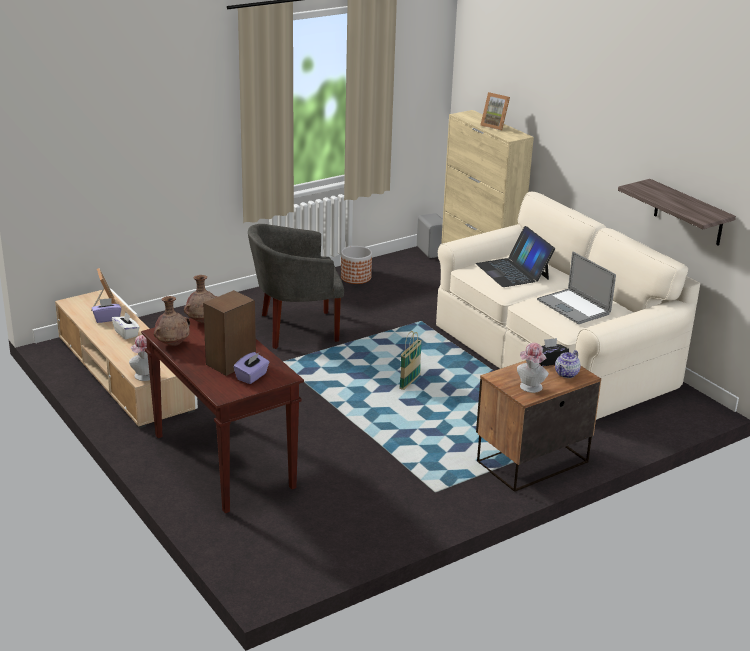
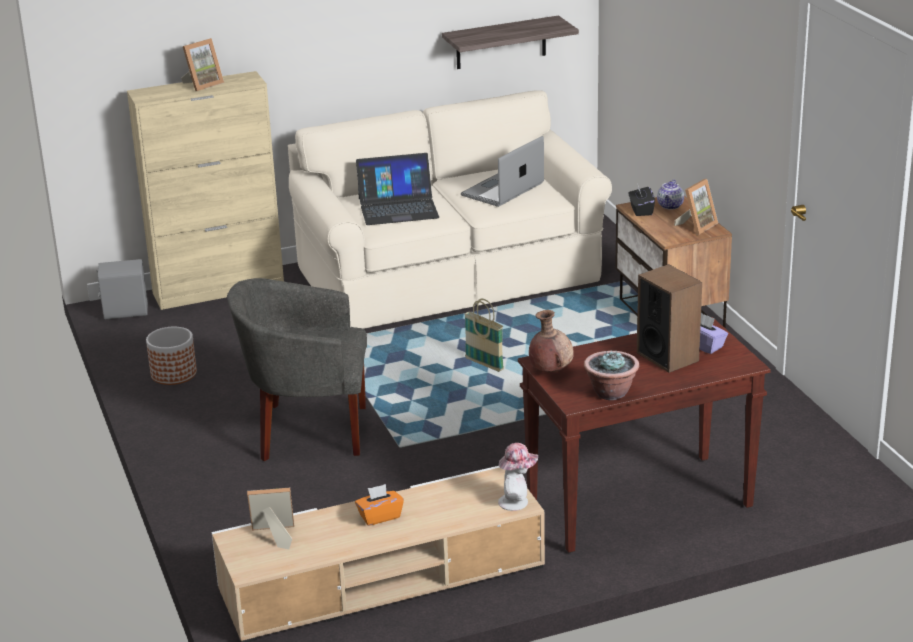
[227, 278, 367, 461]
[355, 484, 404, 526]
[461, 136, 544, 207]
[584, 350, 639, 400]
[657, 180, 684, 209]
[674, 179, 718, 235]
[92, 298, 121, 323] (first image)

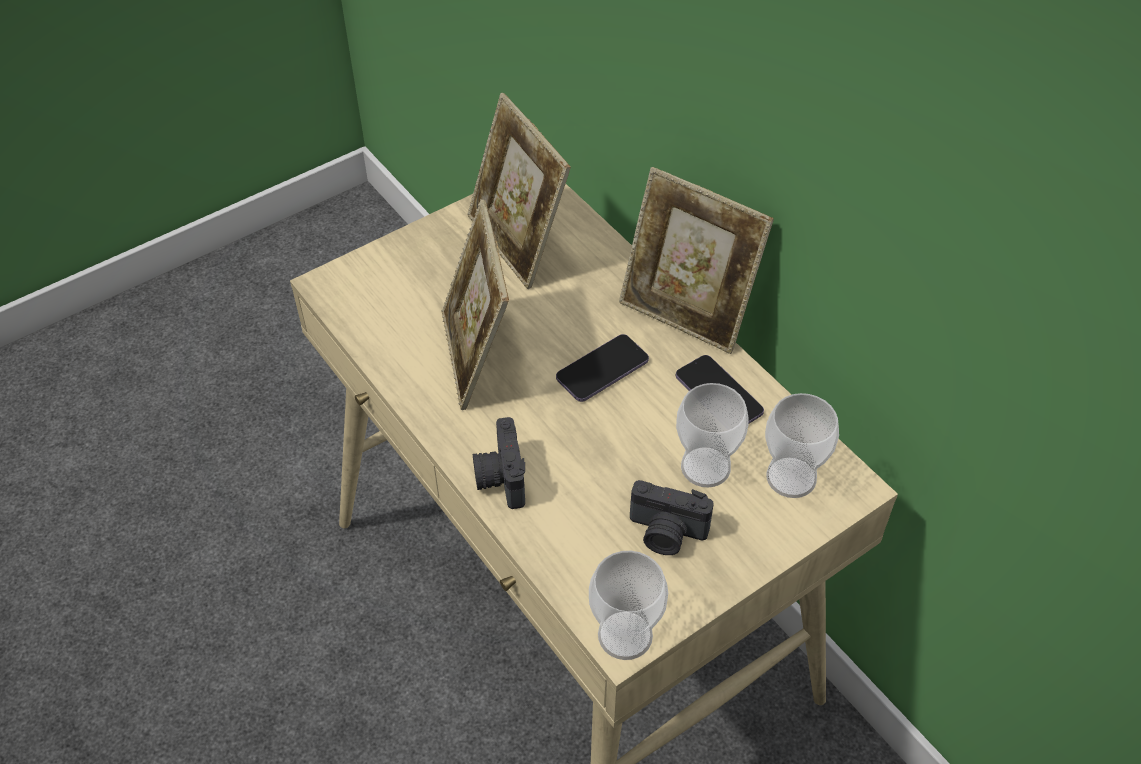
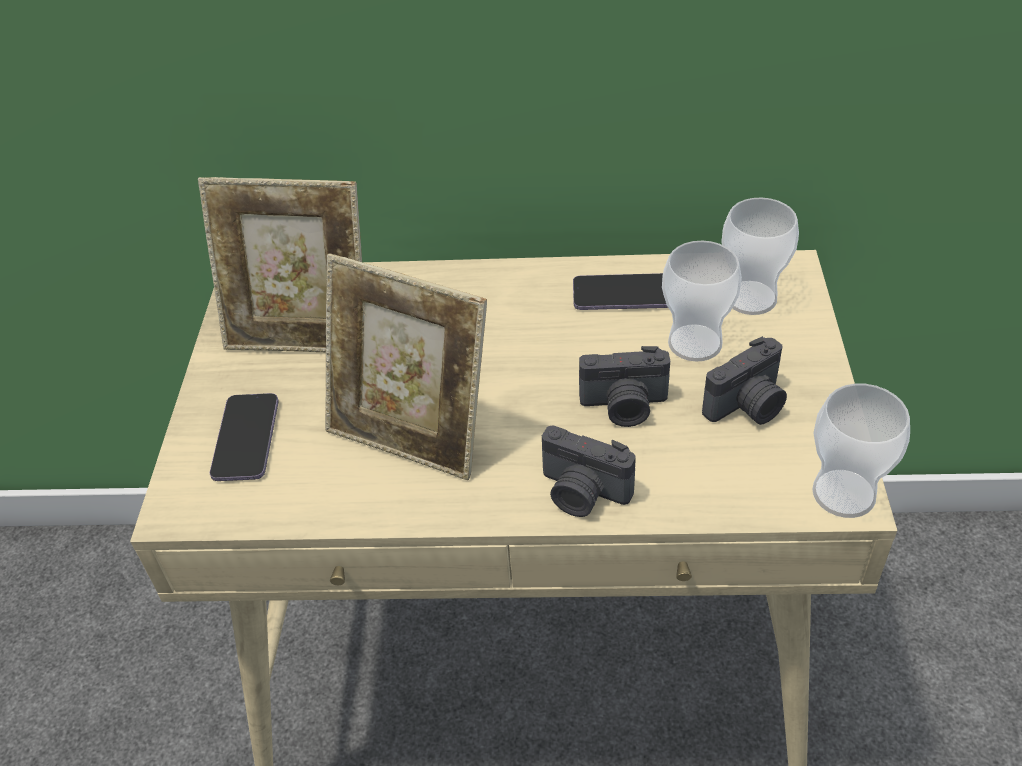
[210, 393, 279, 481]
[579, 346, 670, 427]
[619, 167, 774, 354] (first image)

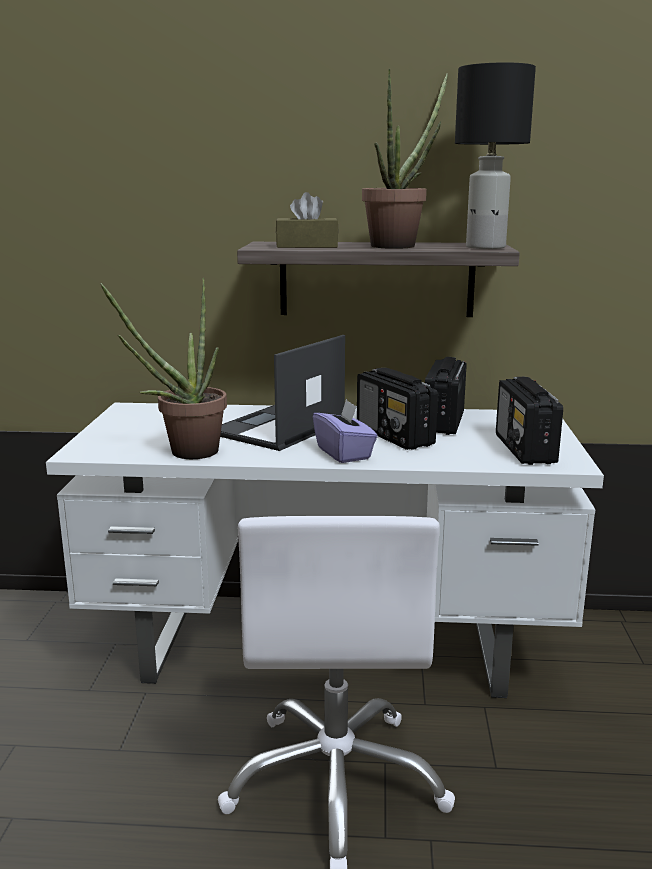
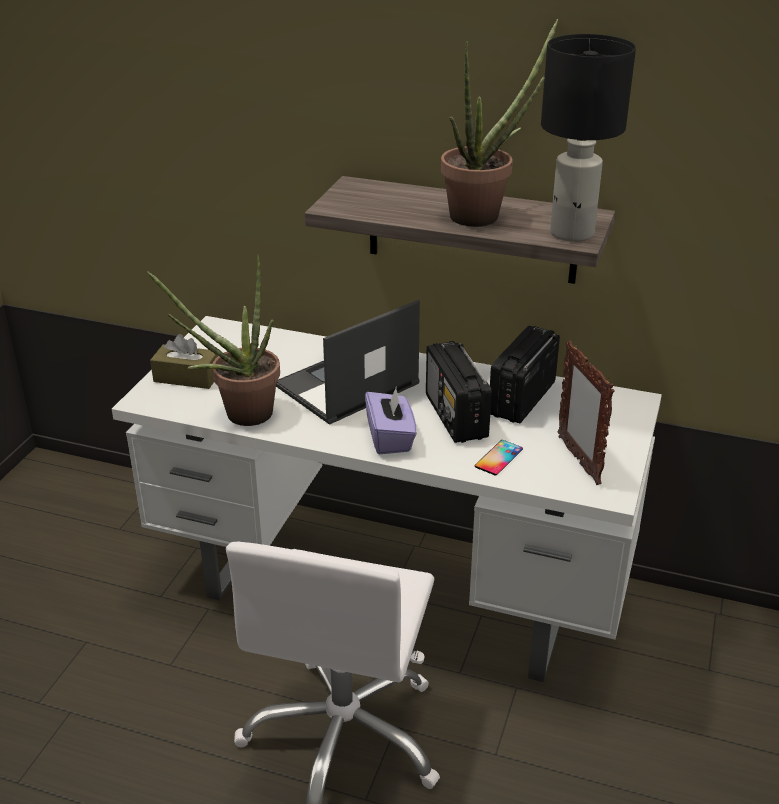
[150, 334, 219, 389]
[475, 440, 523, 475]
[557, 341, 615, 485]

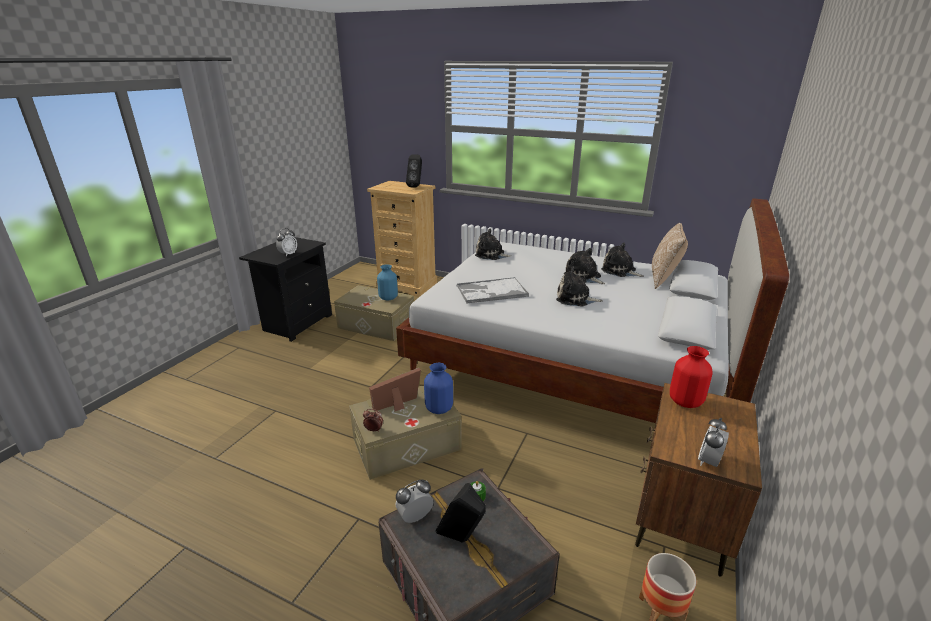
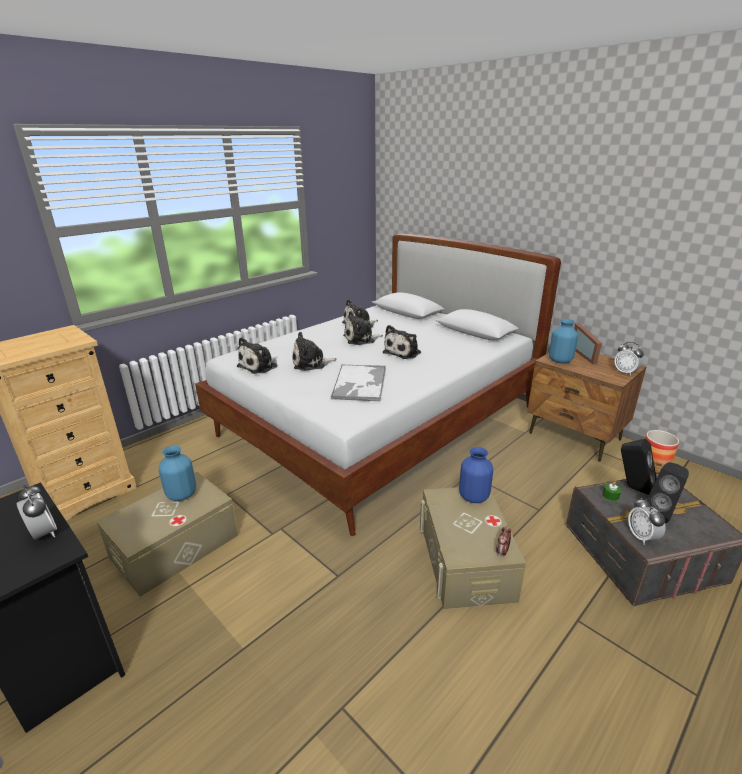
[292, 332, 337, 371]
[549, 319, 578, 363]
[574, 323, 602, 364]
[621, 439, 657, 495]
[652, 223, 688, 289] (first image)

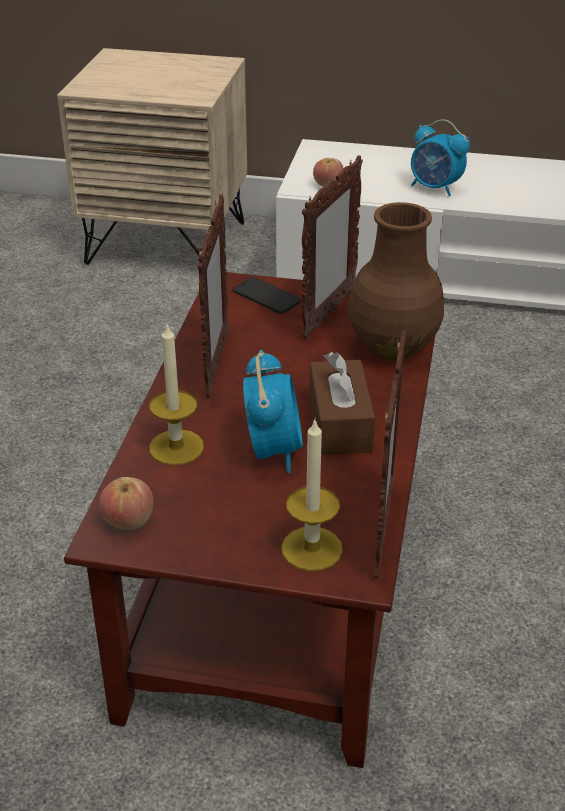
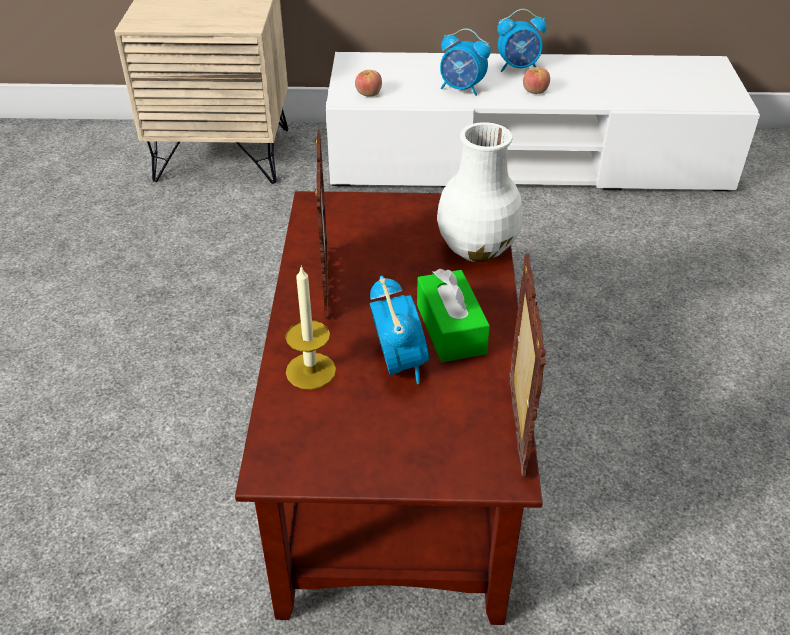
[417, 269, 490, 362]
[437, 122, 523, 262]
[497, 9, 547, 72]
[523, 67, 550, 94]
[233, 277, 301, 314] (first image)
[281, 418, 343, 571] (first image)
[302, 155, 363, 339] (first image)

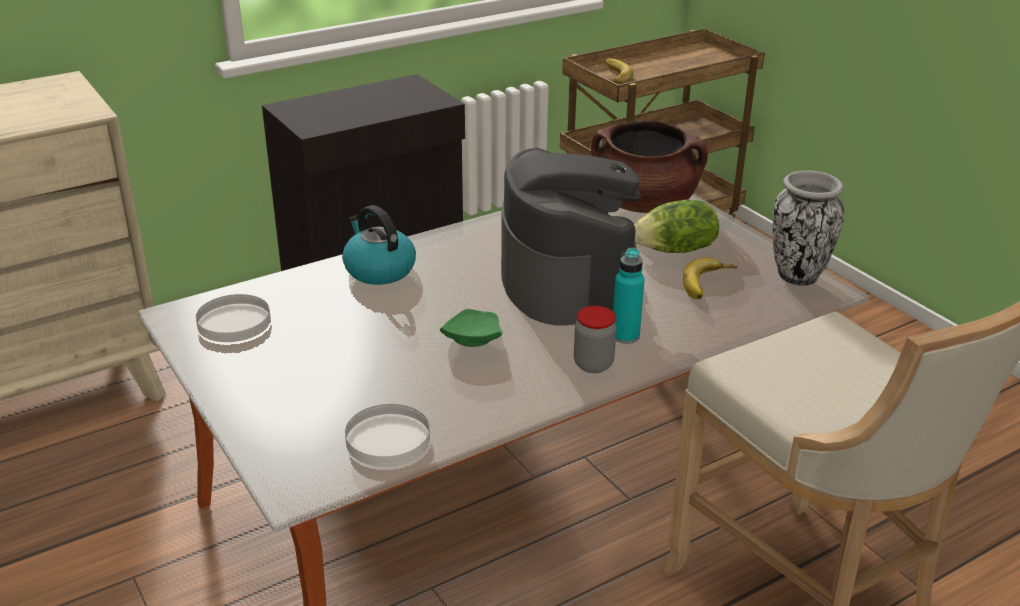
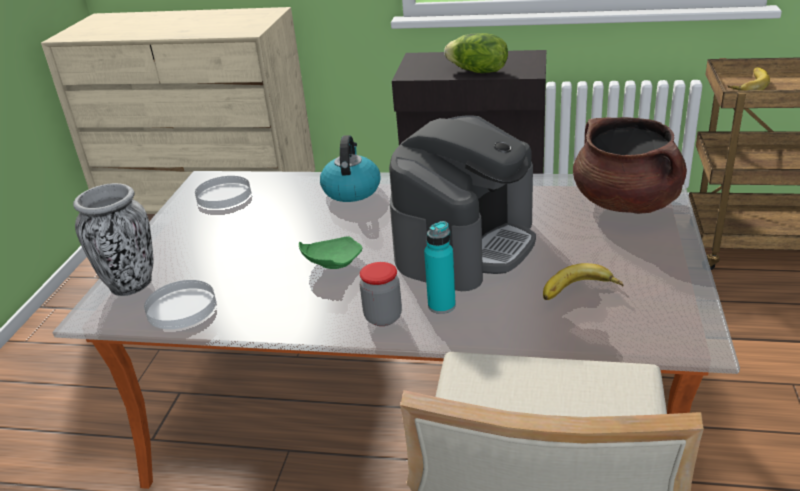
[73, 183, 153, 296]
[444, 33, 508, 73]

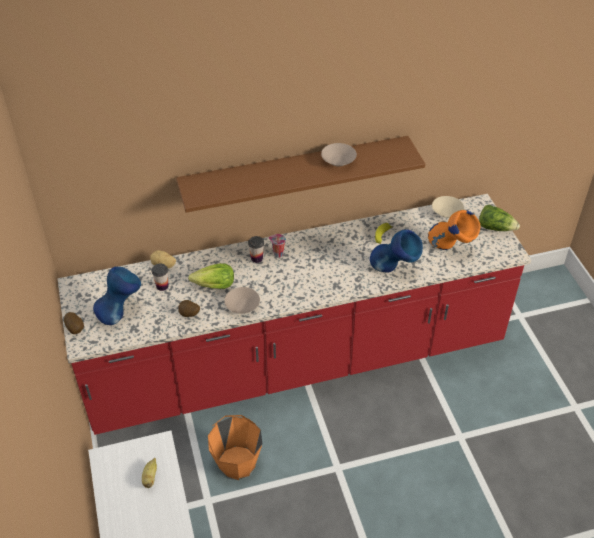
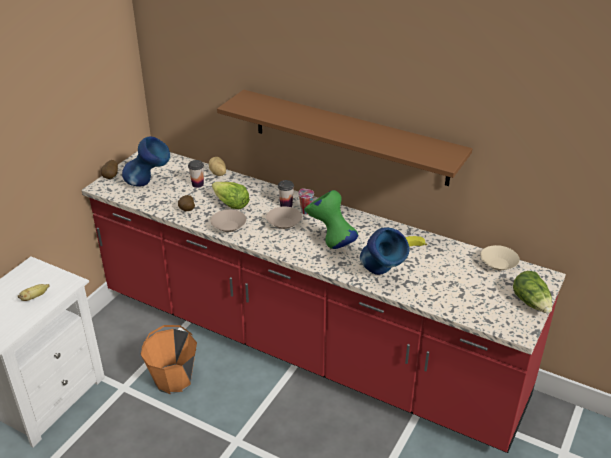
[266, 207, 302, 229]
[304, 190, 358, 249]
[428, 210, 480, 250] (first image)

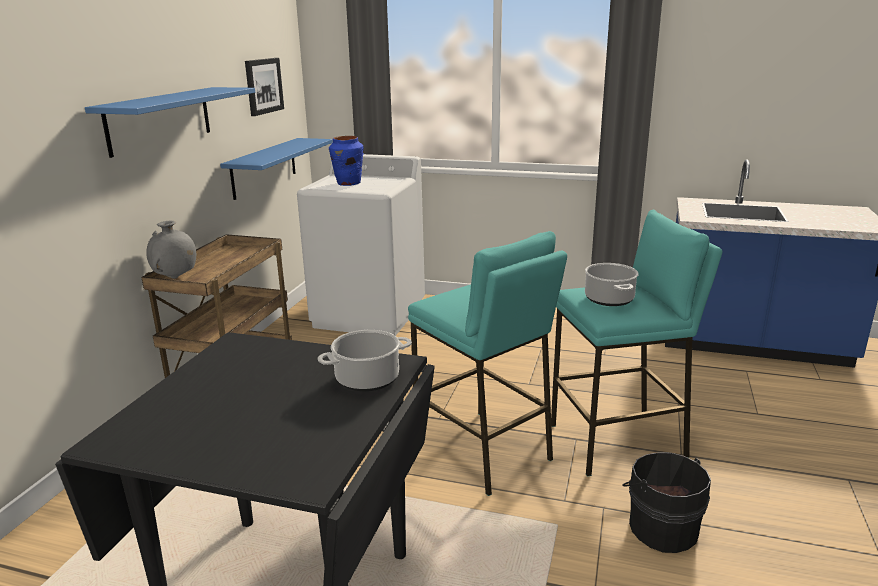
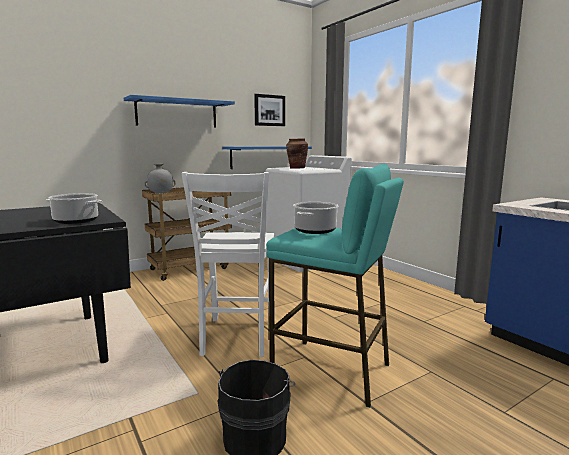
[182, 172, 275, 357]
[286, 138, 308, 169]

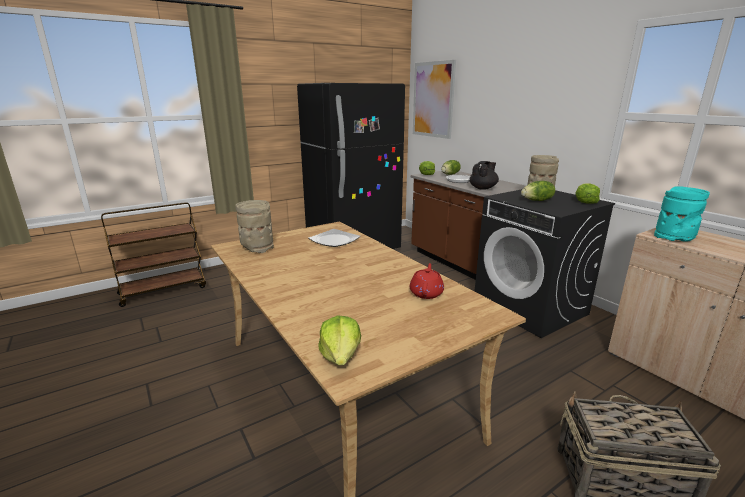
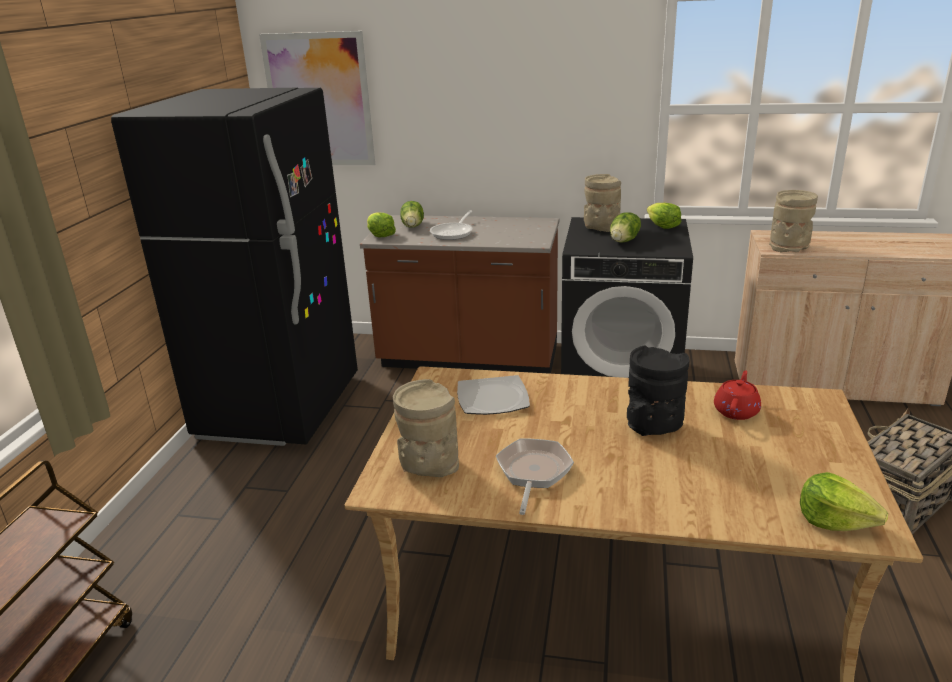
[496, 438, 574, 515]
[627, 345, 690, 436]
[714, 371, 761, 420]
[769, 190, 818, 253]
[469, 161, 499, 190] (first image)

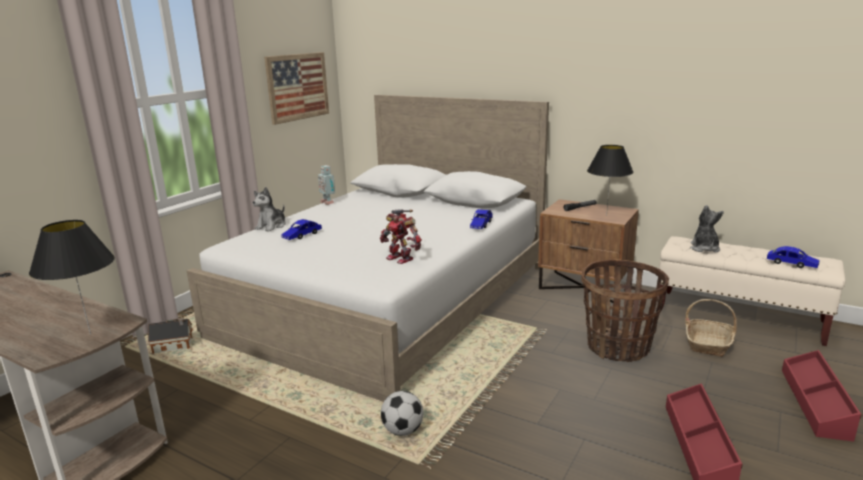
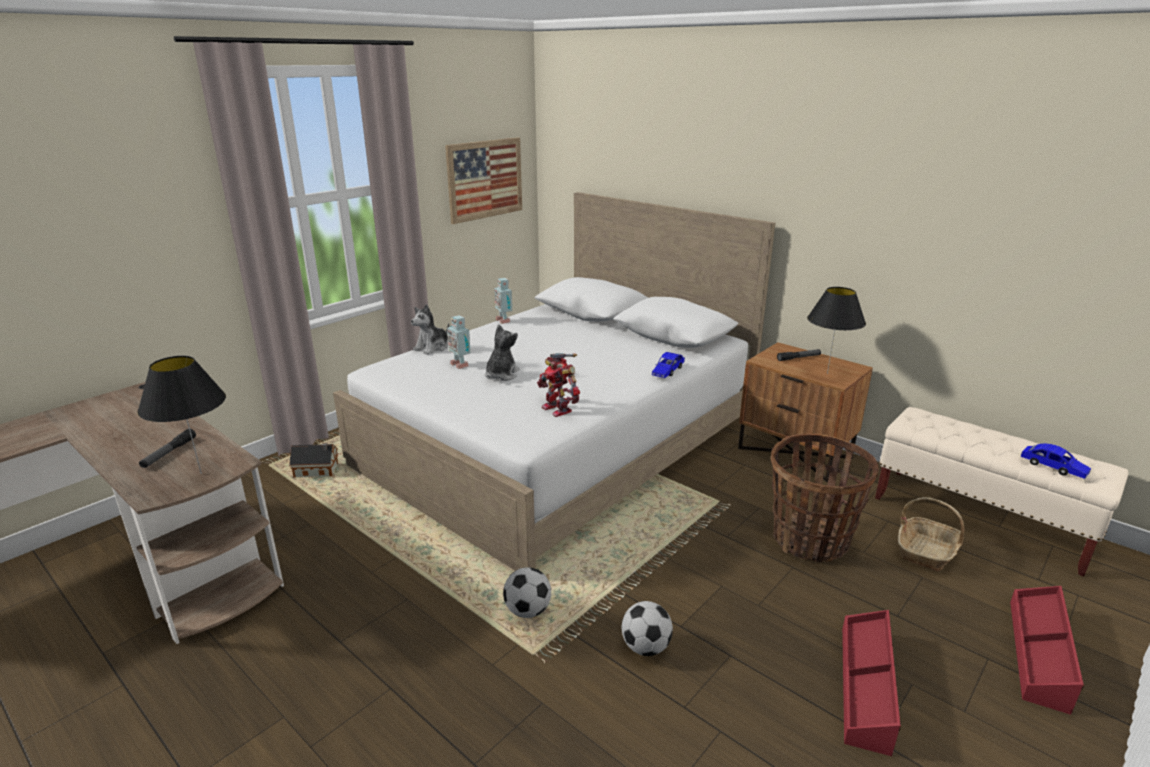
[139, 429, 196, 468]
[447, 315, 471, 369]
[485, 324, 519, 381]
[622, 601, 673, 656]

